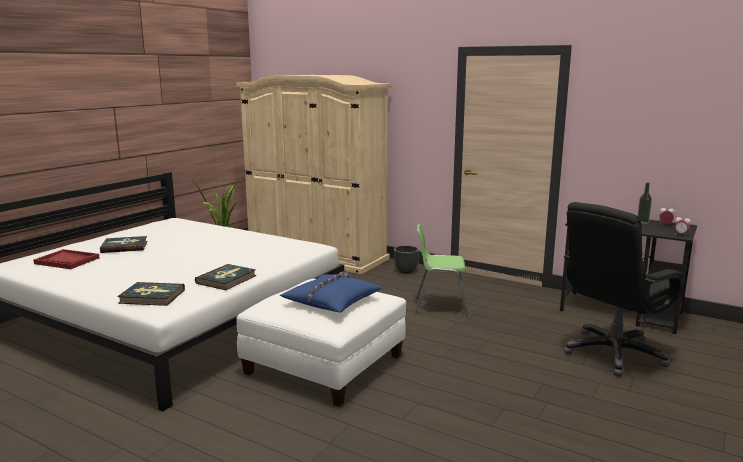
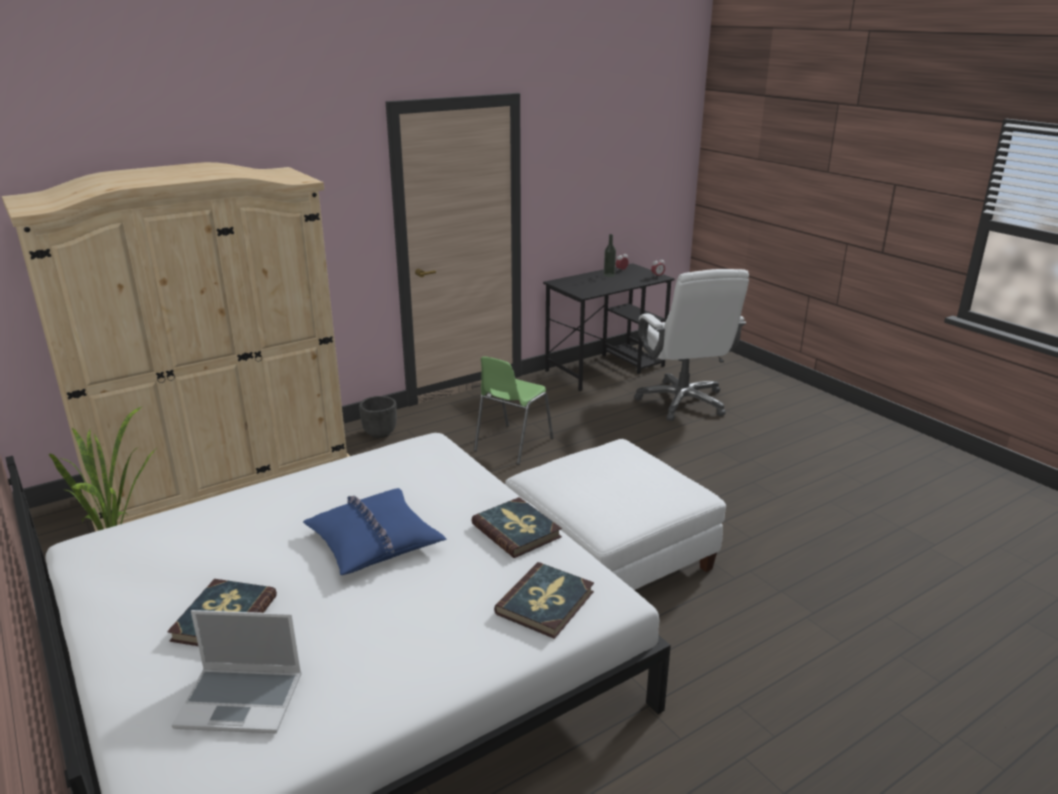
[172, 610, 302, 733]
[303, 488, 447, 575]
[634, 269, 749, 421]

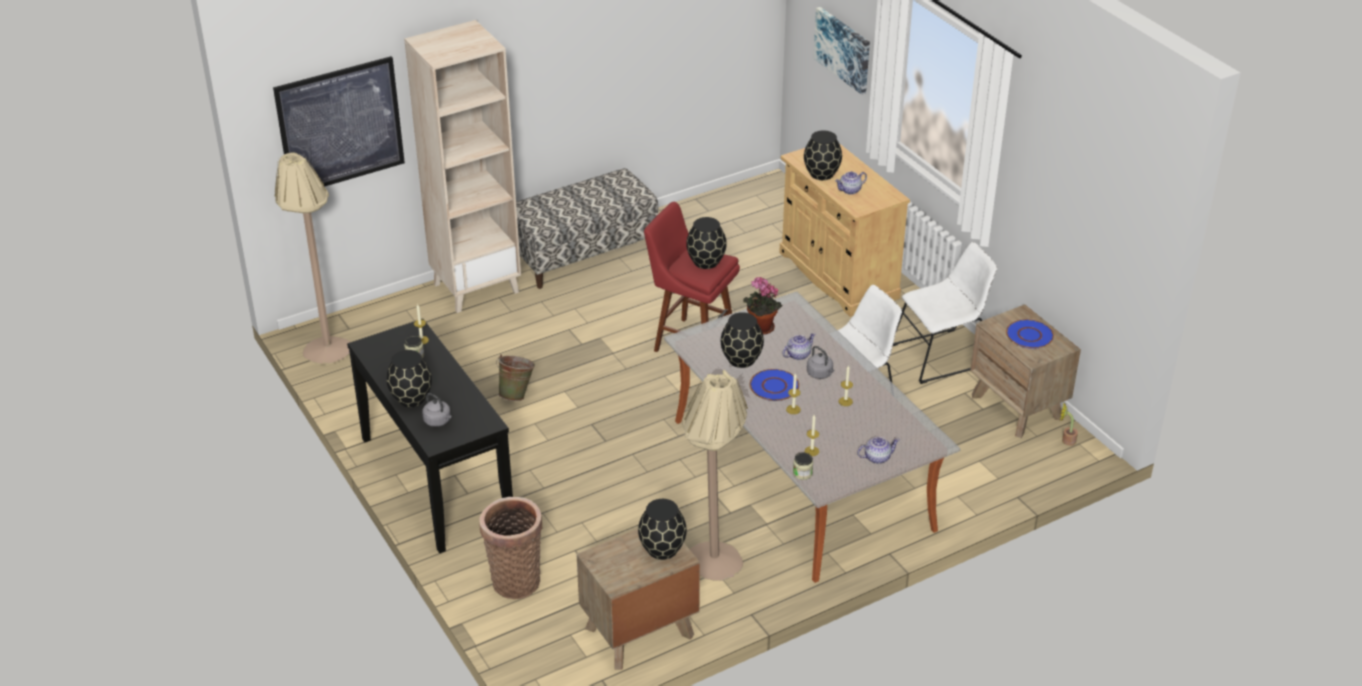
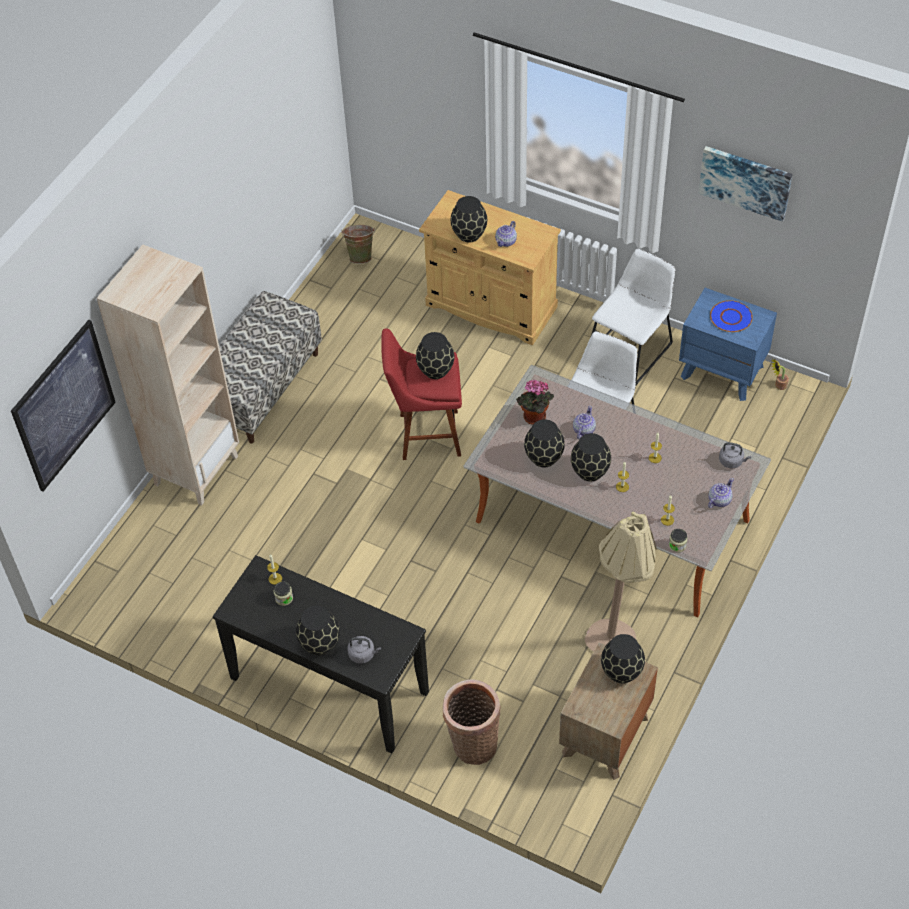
[341, 225, 375, 264]
[571, 433, 611, 482]
[679, 288, 777, 401]
[699, 146, 792, 222]
[719, 442, 751, 469]
[275, 152, 350, 365] (first image)

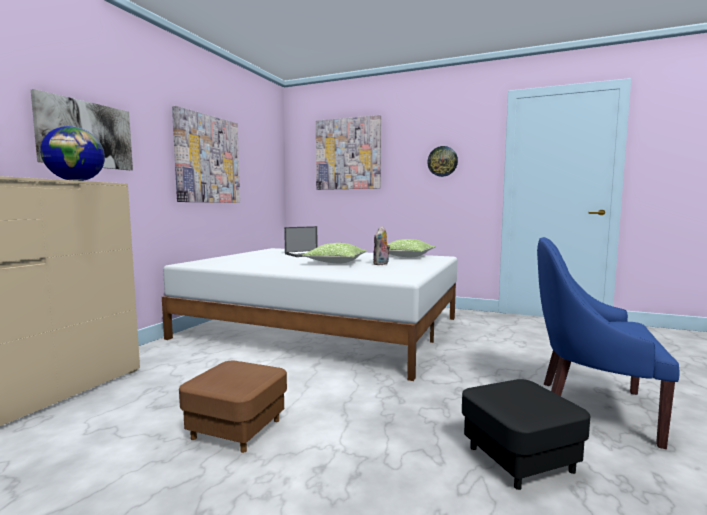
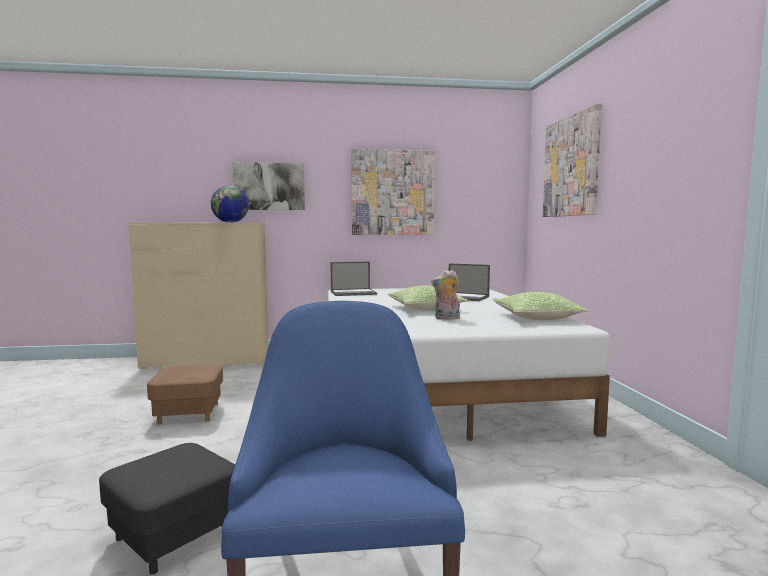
[330, 262, 377, 296]
[427, 146, 458, 177] (first image)

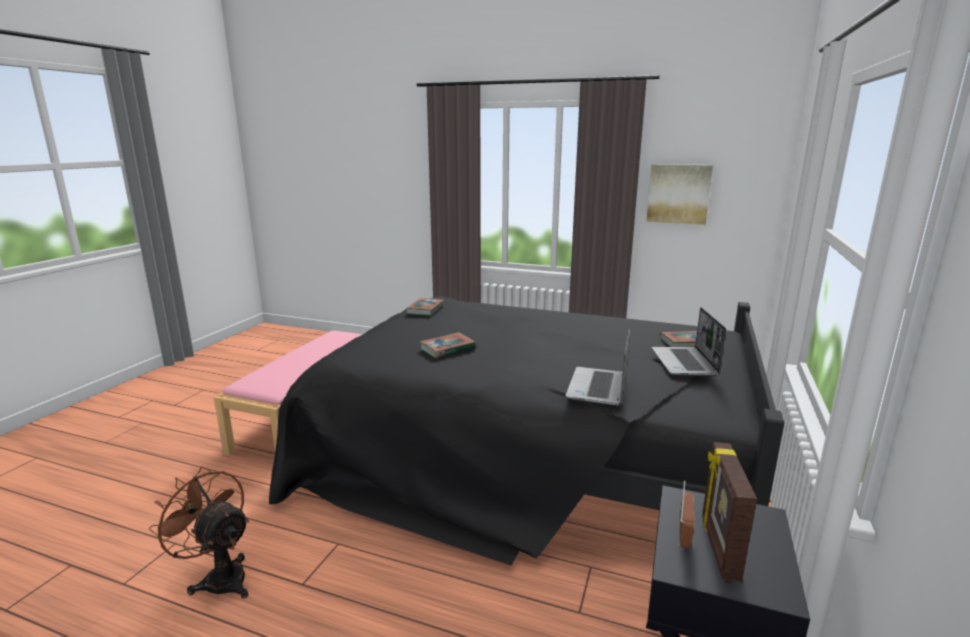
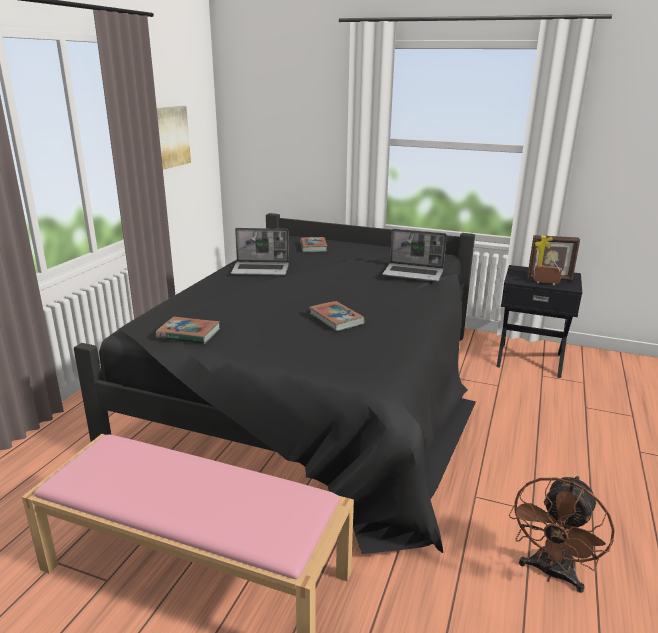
[231, 228, 289, 276]

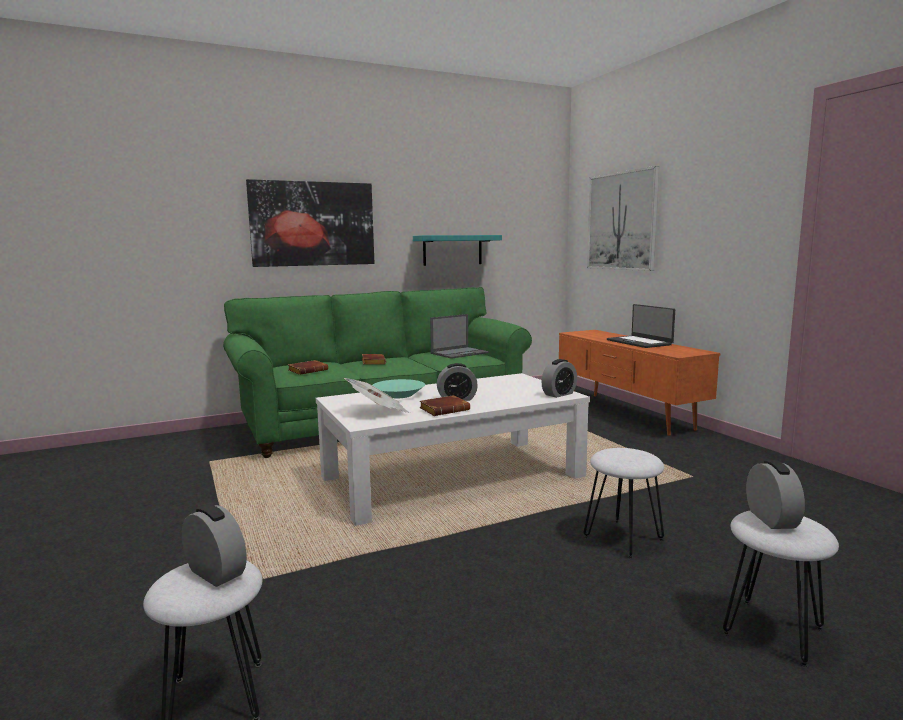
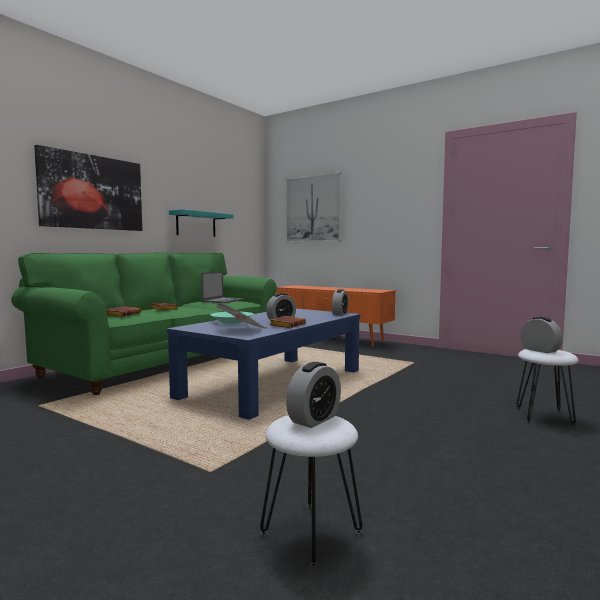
[167, 309, 360, 420]
[286, 362, 341, 428]
[583, 448, 664, 559] (first image)
[607, 304, 675, 348] (first image)

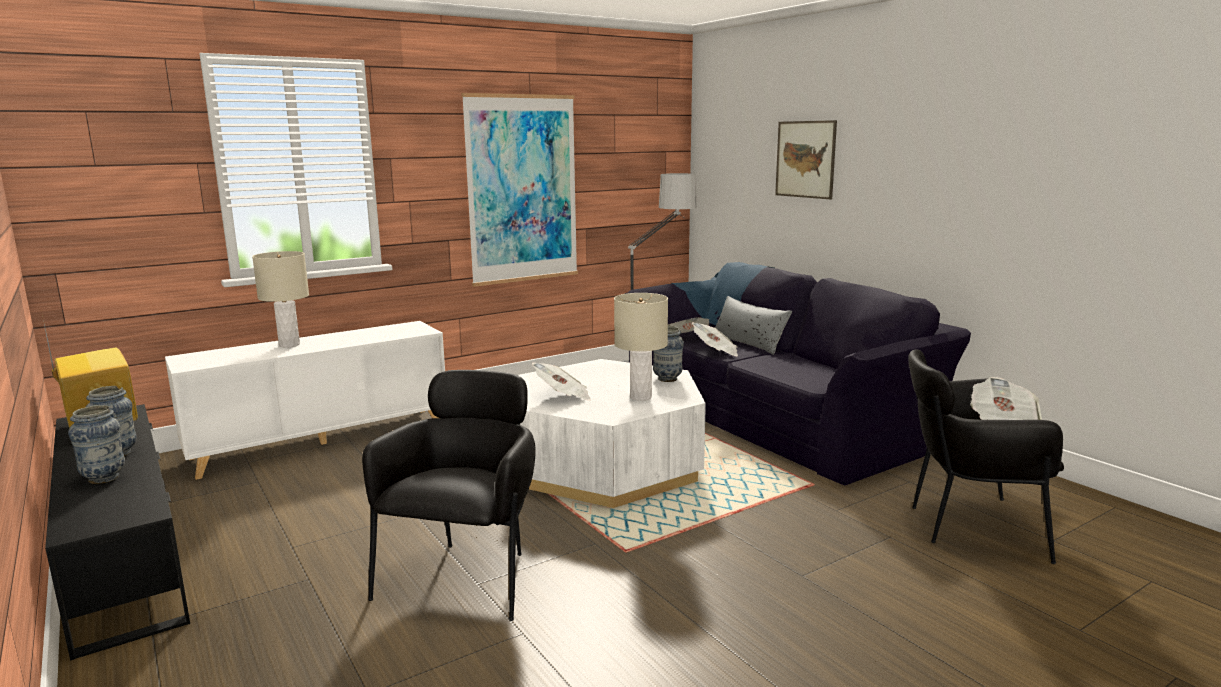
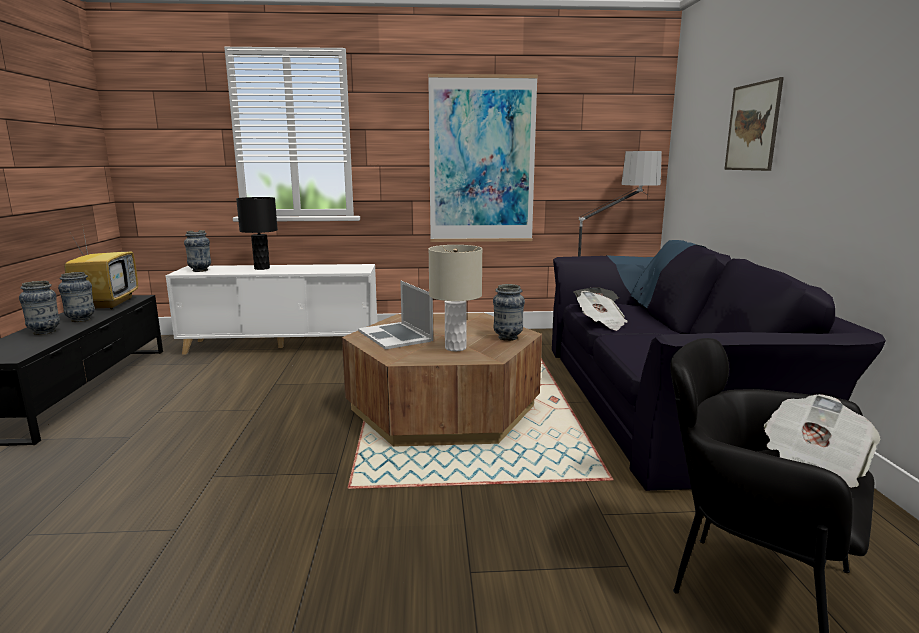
[184, 230, 211, 272]
[236, 197, 278, 270]
[342, 313, 542, 447]
[358, 281, 433, 350]
[362, 370, 536, 621] (first image)
[715, 296, 792, 355] (first image)

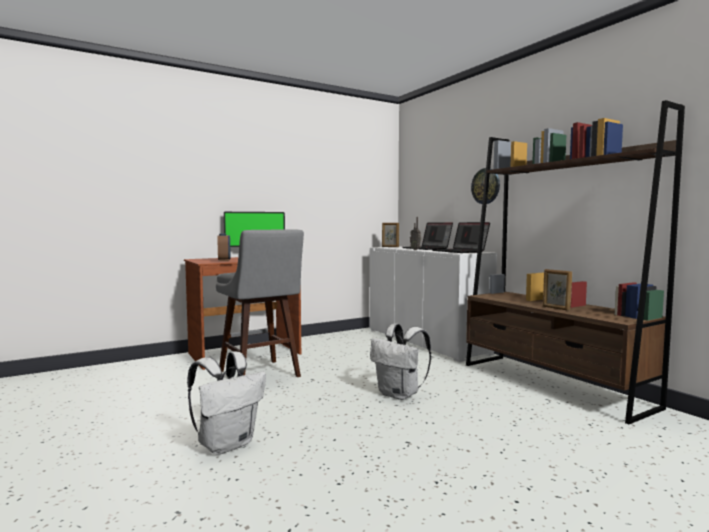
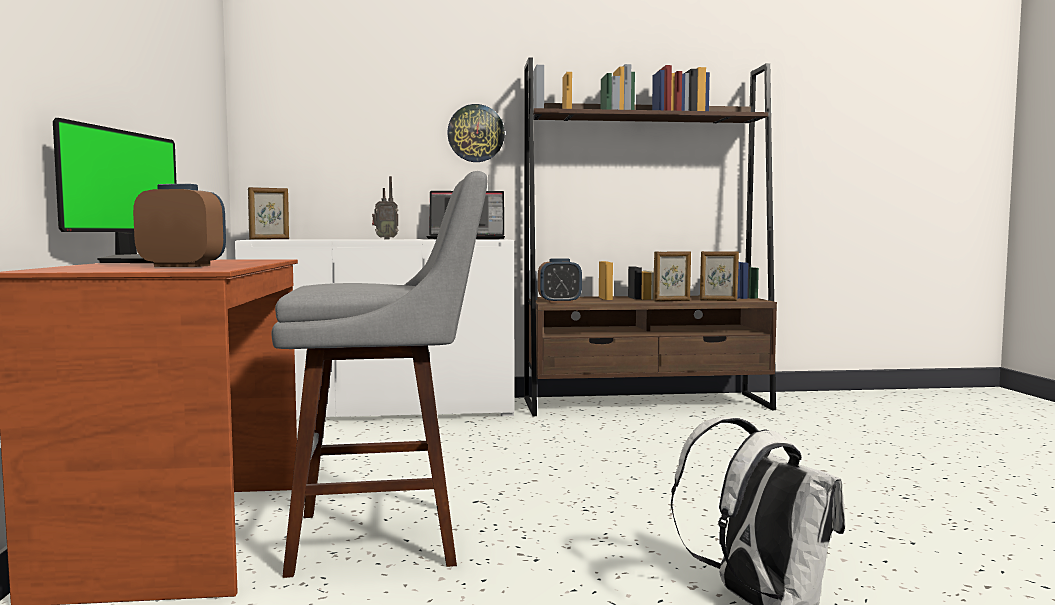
[538, 259, 582, 303]
[700, 251, 739, 301]
[370, 324, 431, 400] (first image)
[403, 222, 453, 250] (first image)

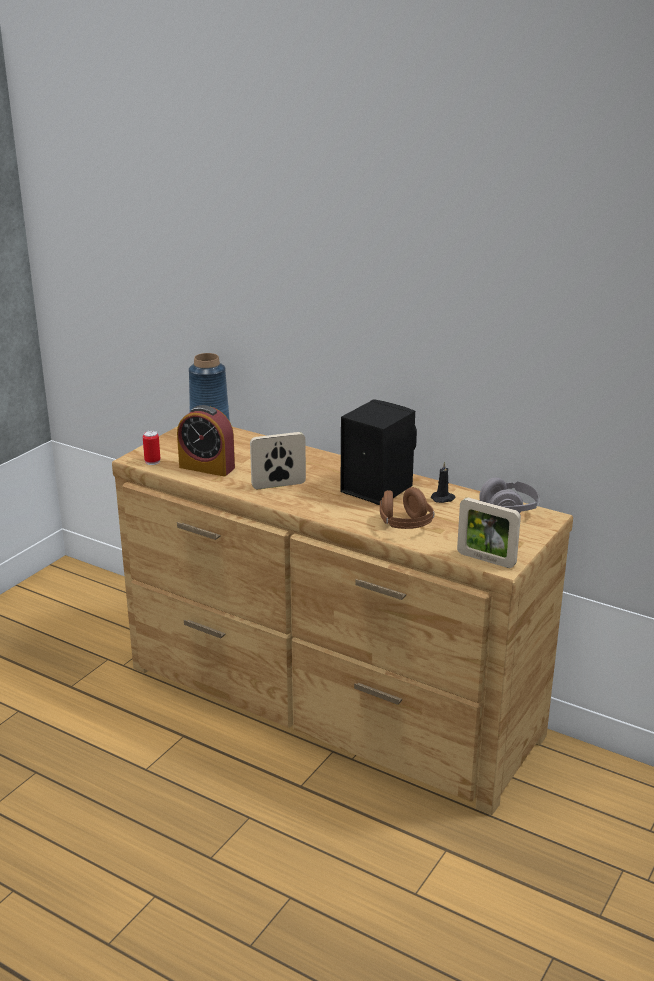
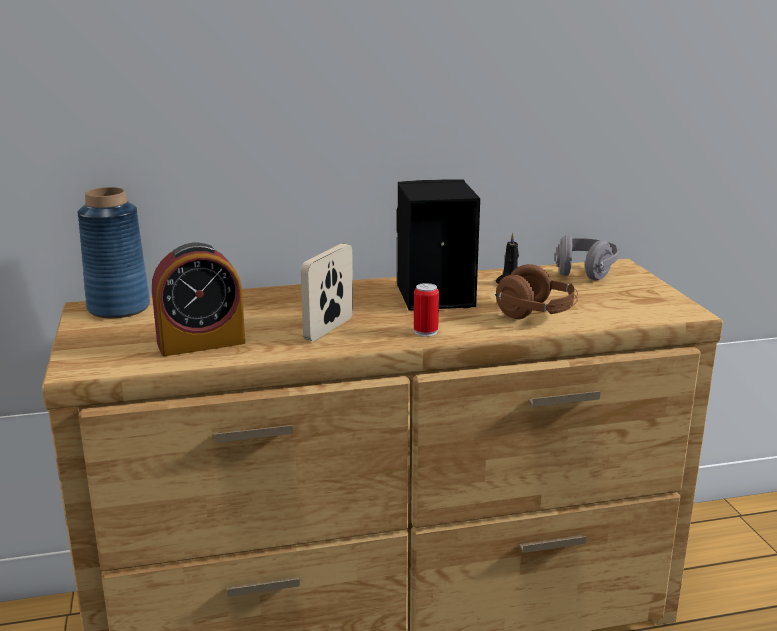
[414, 283, 439, 337]
[457, 497, 521, 568] (first image)

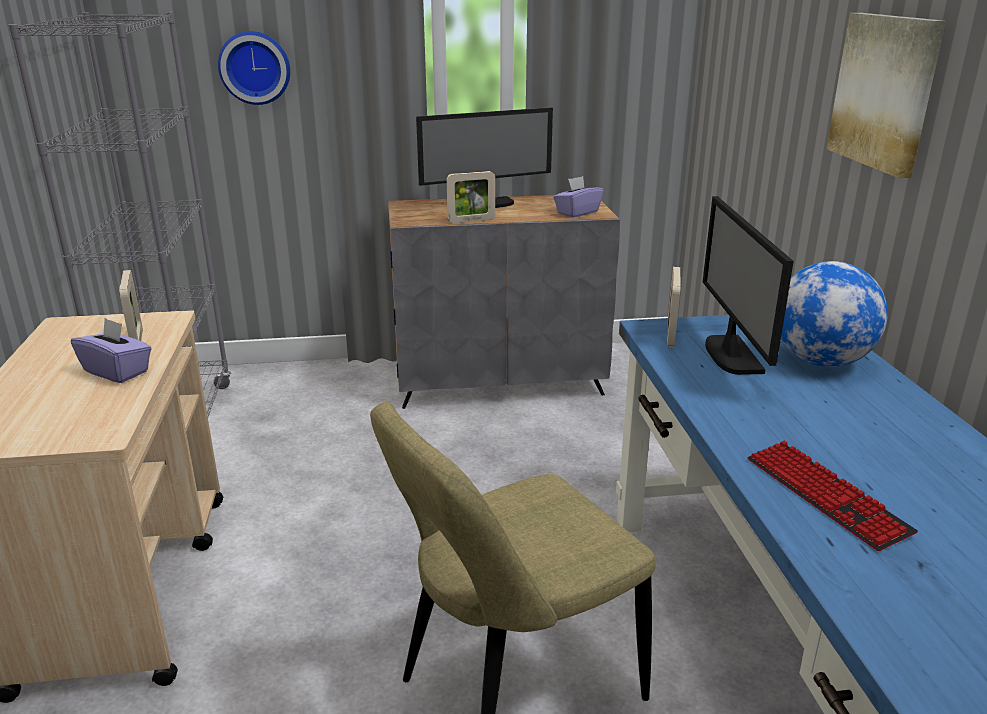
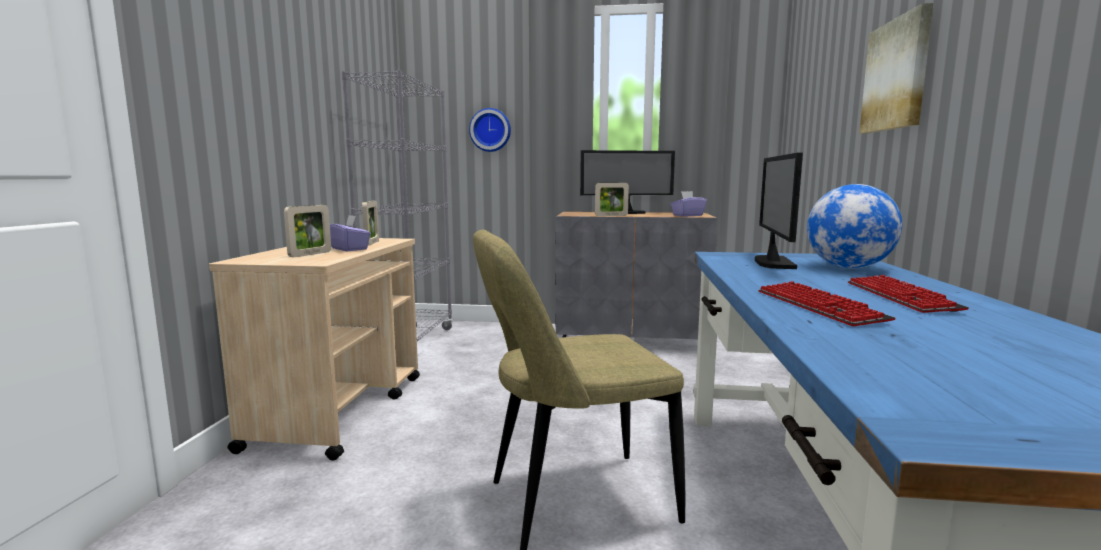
[284, 205, 331, 257]
[847, 275, 969, 313]

